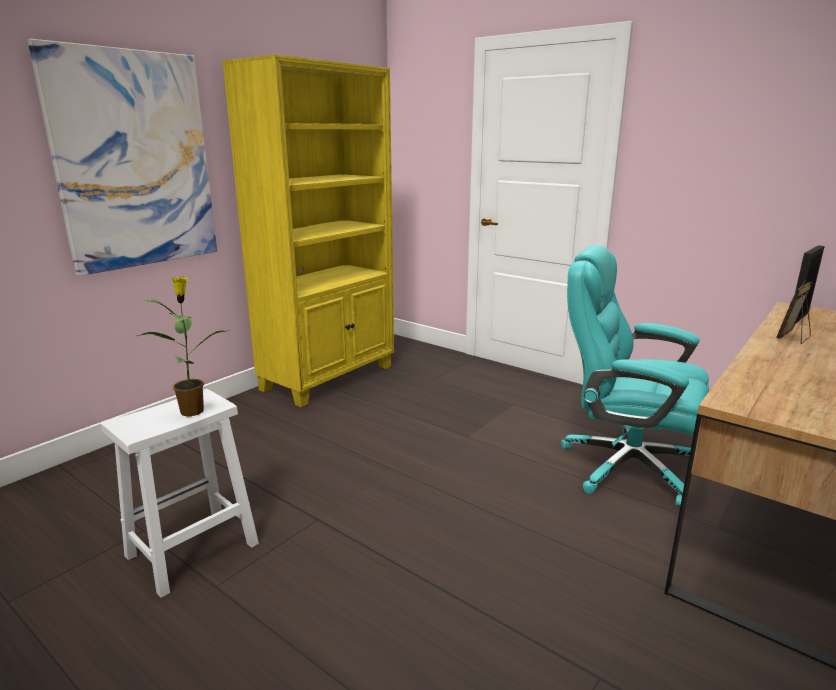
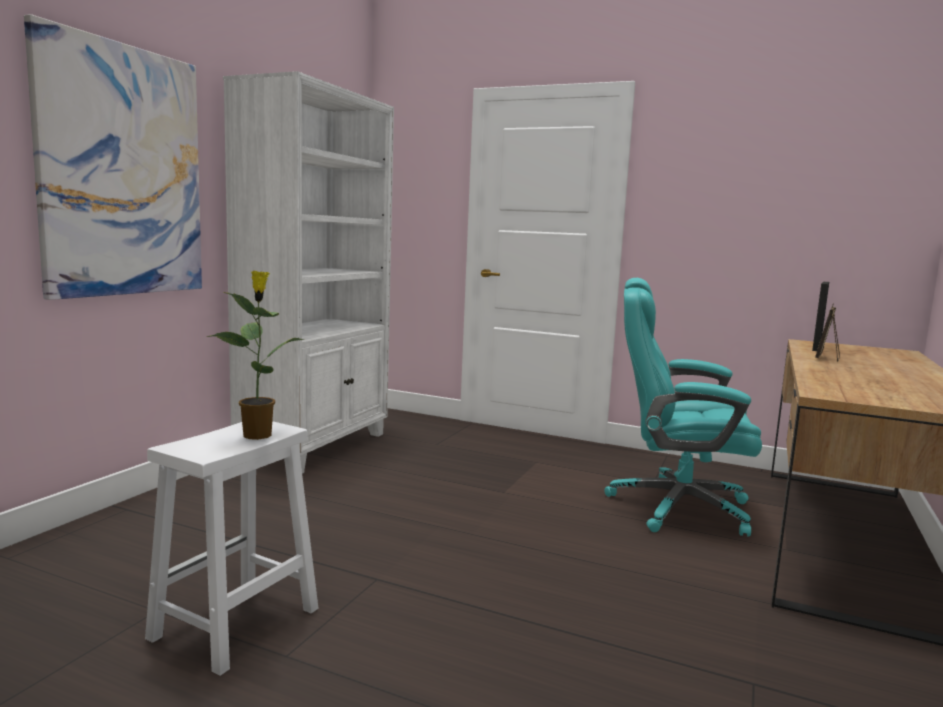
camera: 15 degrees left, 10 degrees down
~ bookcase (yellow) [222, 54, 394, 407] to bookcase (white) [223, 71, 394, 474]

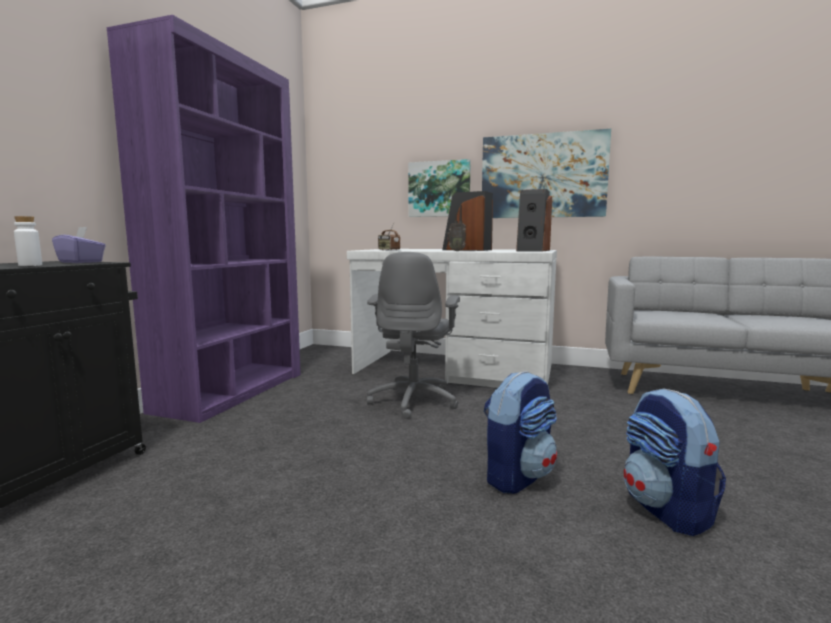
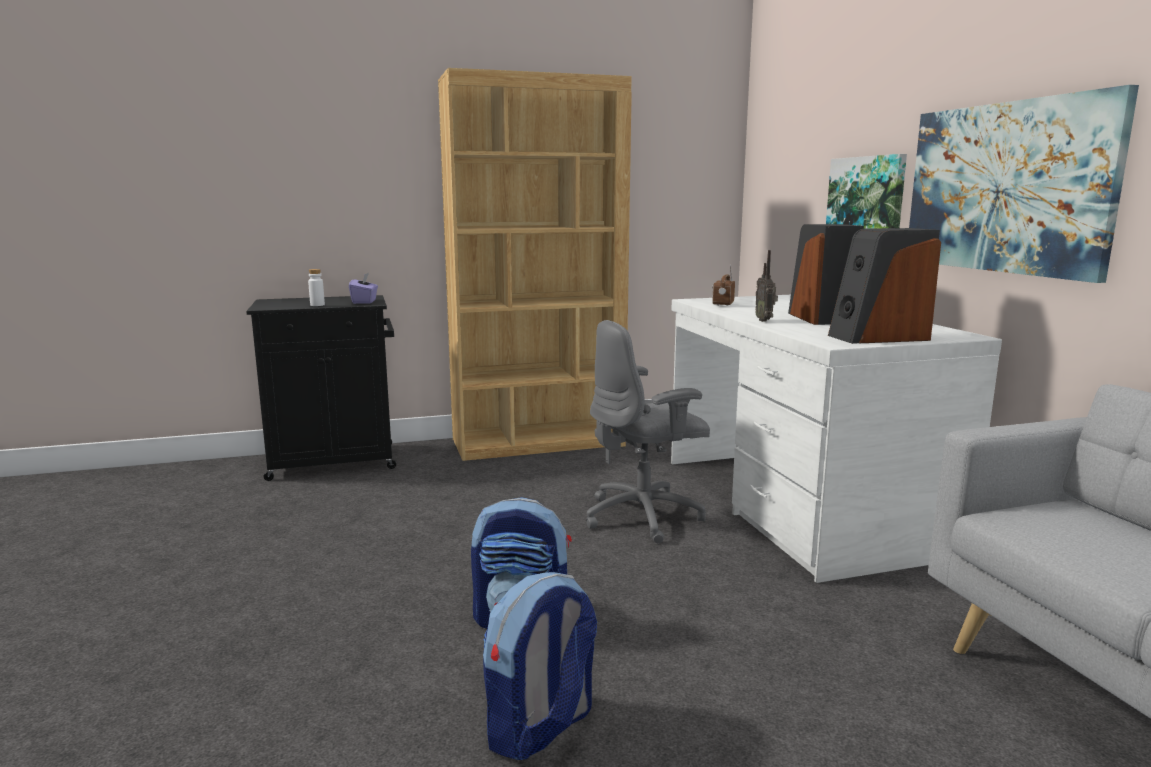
camera: 55 degrees right, 5 degrees up
~ bookcase (purple) [107, 15, 301, 423] to bookcase (brown) [438, 68, 632, 461]

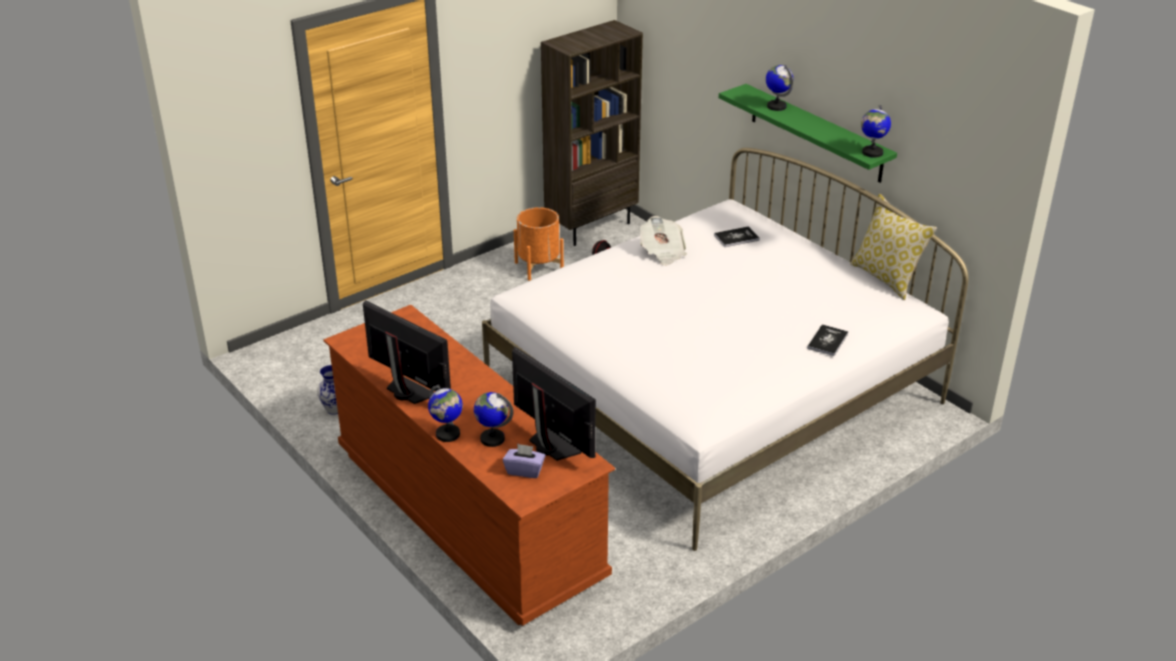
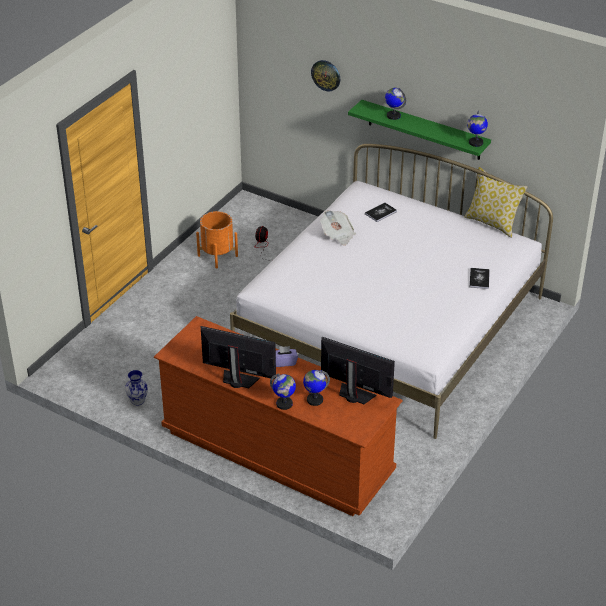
camera: 20 degrees left, 5 degrees up
~ tissue box (purple) [503, 443, 546, 478] to [276, 346, 298, 367]
- bookcase (brown) [541, 20, 643, 246]
+ wall clock [311, 60, 340, 91]

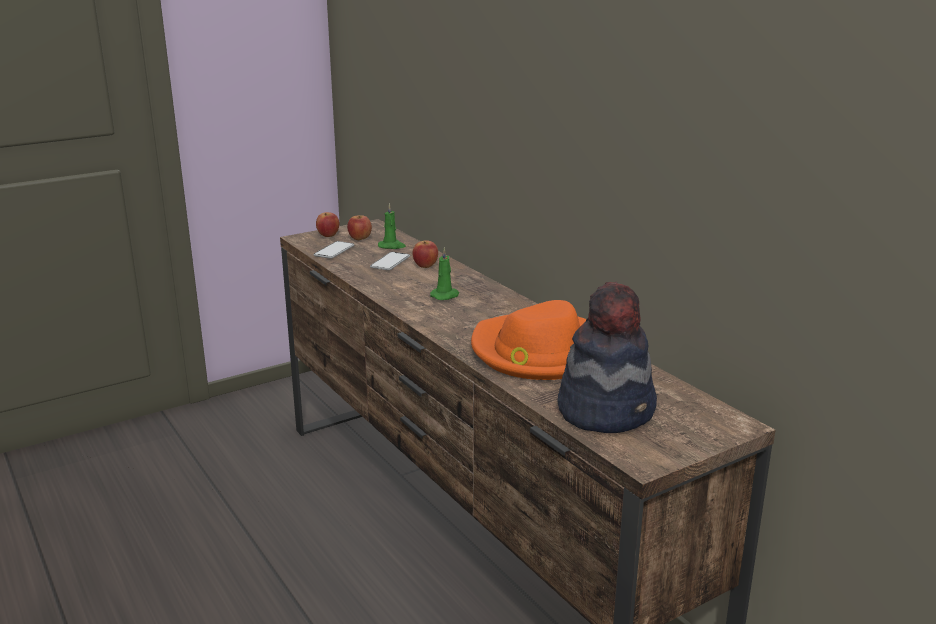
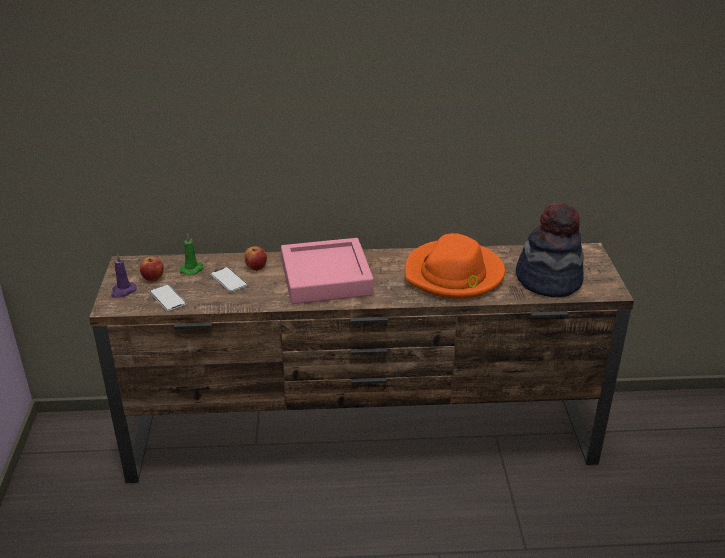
camera: 60 degrees left, 10 degrees up
~ apple [316, 212, 339, 237] to candle (purple) [111, 253, 137, 298]
~ candle (green) [430, 247, 459, 300] to tray (pink) [281, 238, 374, 304]

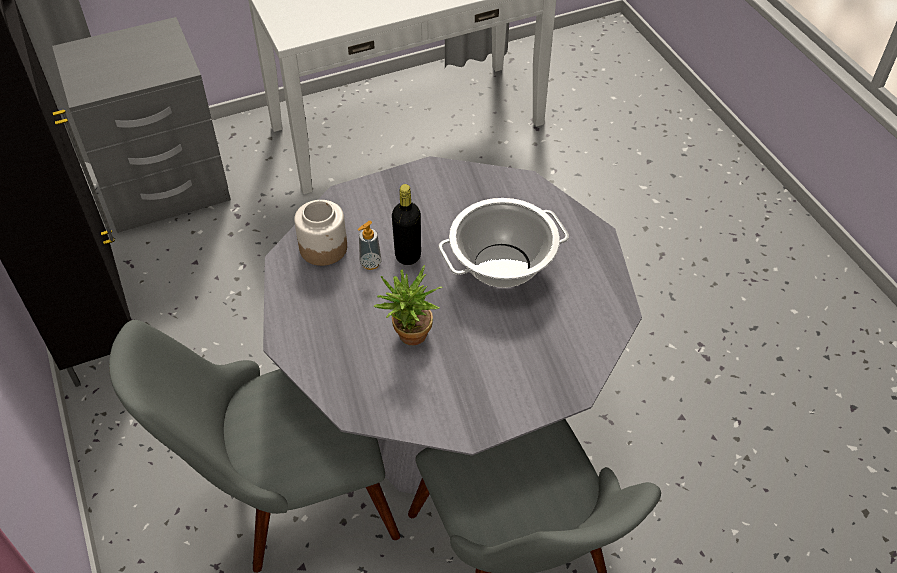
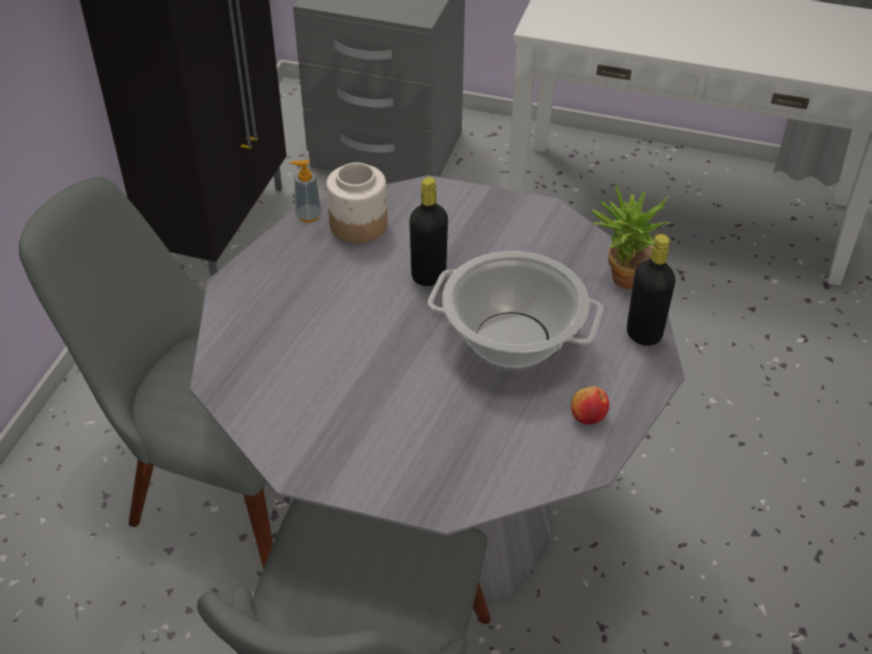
camera: 40 degrees right, 5 degrees down
~ soap dispenser [358, 221, 382, 270] to [290, 160, 322, 223]
~ potted plant [374, 265, 443, 345] to [591, 184, 670, 289]
+ apple [571, 386, 609, 425]
+ bottle (black) [627, 234, 675, 346]

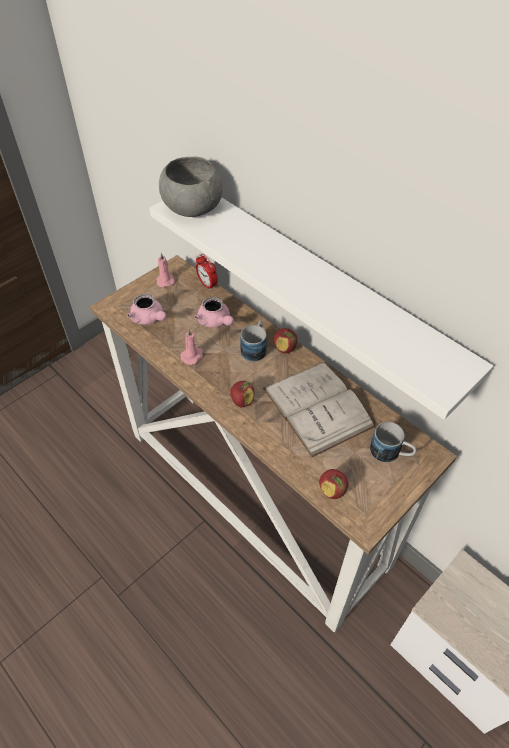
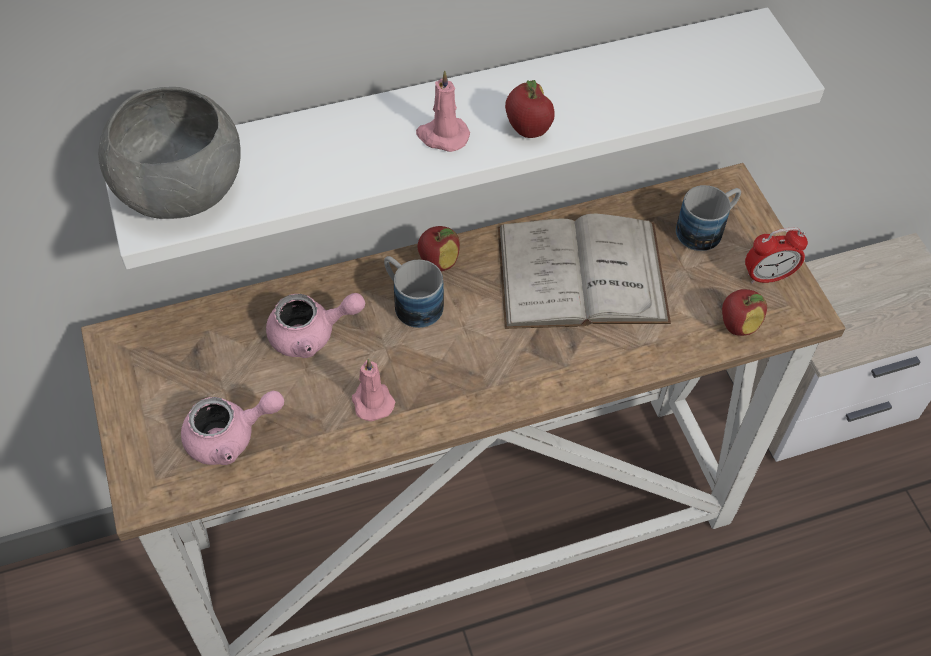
camera: 65 degrees left, 5 degrees up
~ candle (pink) [157, 253, 175, 287] to [416, 70, 470, 152]
~ alarm clock [196, 254, 218, 291] to [745, 227, 808, 284]
~ apple [230, 381, 254, 407] to [505, 80, 555, 138]

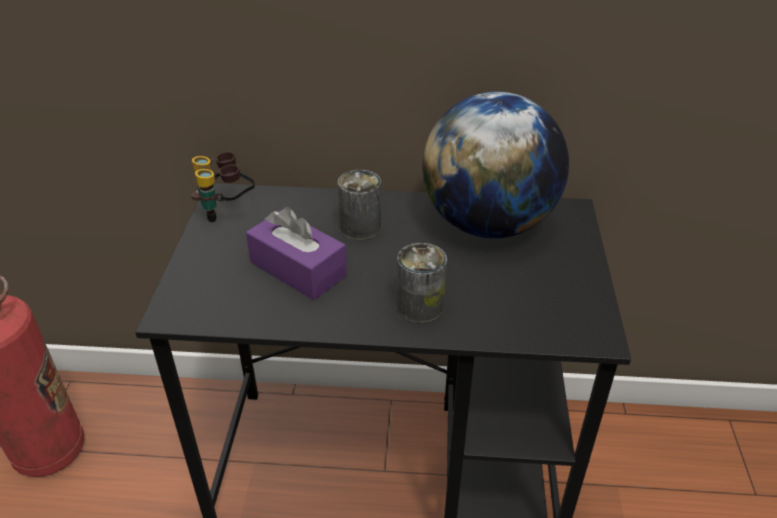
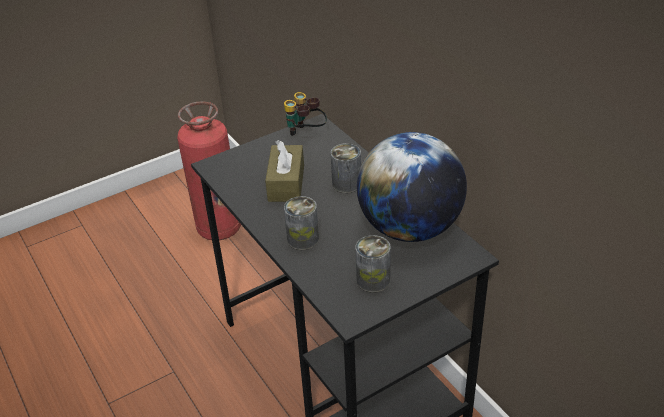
camera: 55 degrees right, 0 degrees up
~ tissue box (purple) [246, 207, 347, 300] to tissue box (brown) [265, 140, 304, 202]
+ can [355, 235, 391, 293]

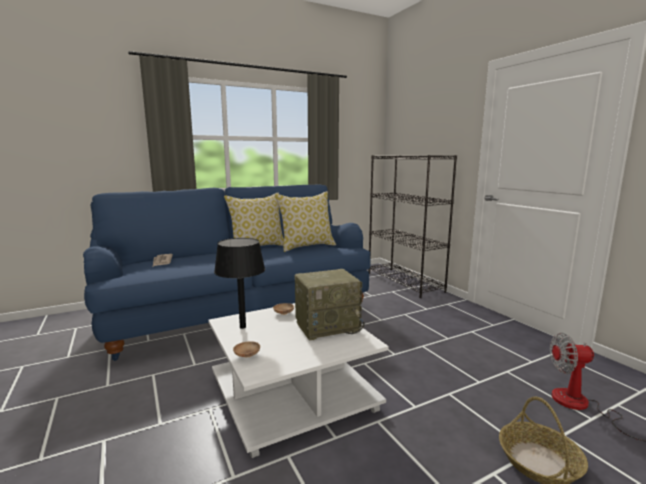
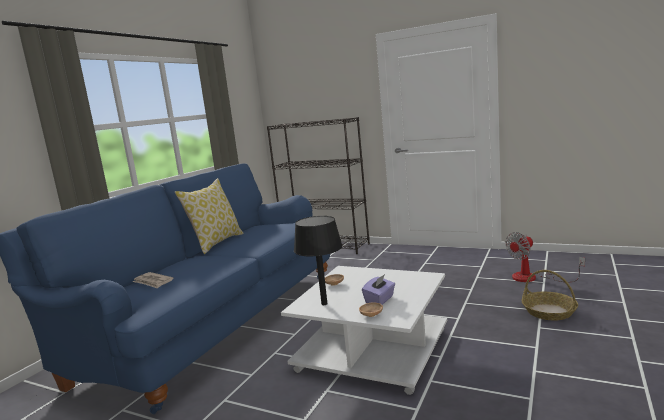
camera: 35 degrees left, 0 degrees up
- pillow [275, 191, 336, 252]
- radio [295, 269, 365, 340]
+ tissue box (purple) [362, 274, 395, 305]

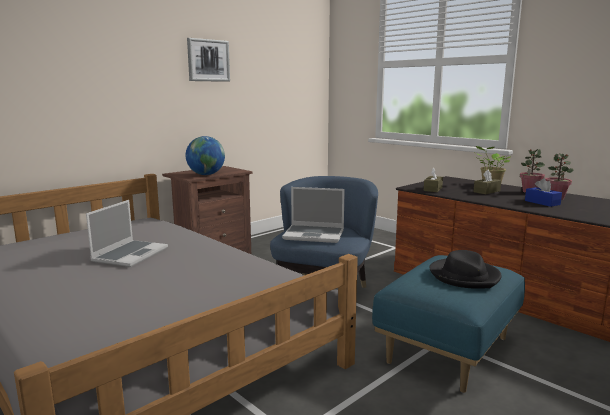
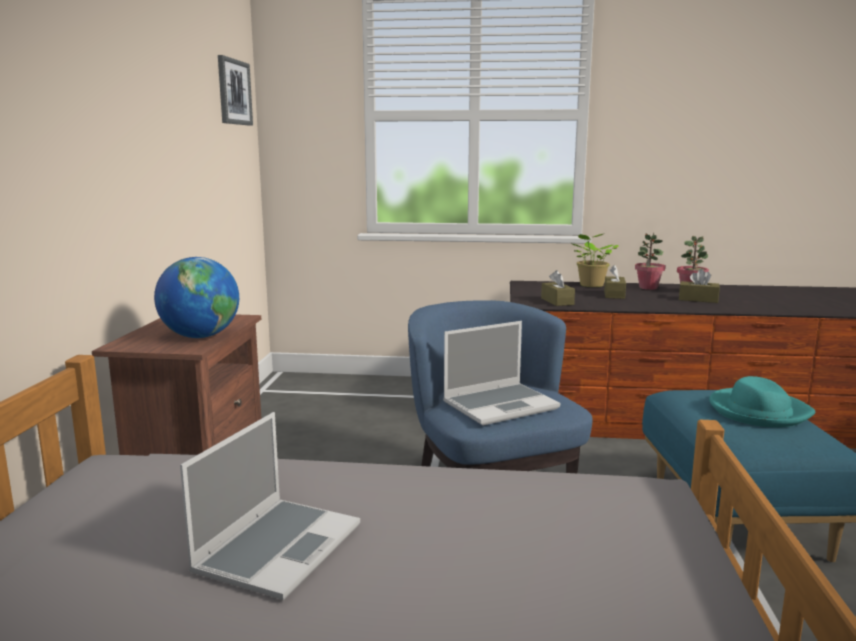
camera: 40 degrees left, 0 degrees up
~ laptop [86, 200, 168, 267] = [180, 412, 360, 600] 45 degrees clockwise
~ picture [187, 38, 230, 82] to [218, 55, 253, 126]
~ hat (black) [429, 250, 502, 289] to hat (turquoise) [709, 376, 815, 427]
~ tissue box (blue) [525, 178, 562, 207] to tissue box (brown) [679, 269, 720, 303]

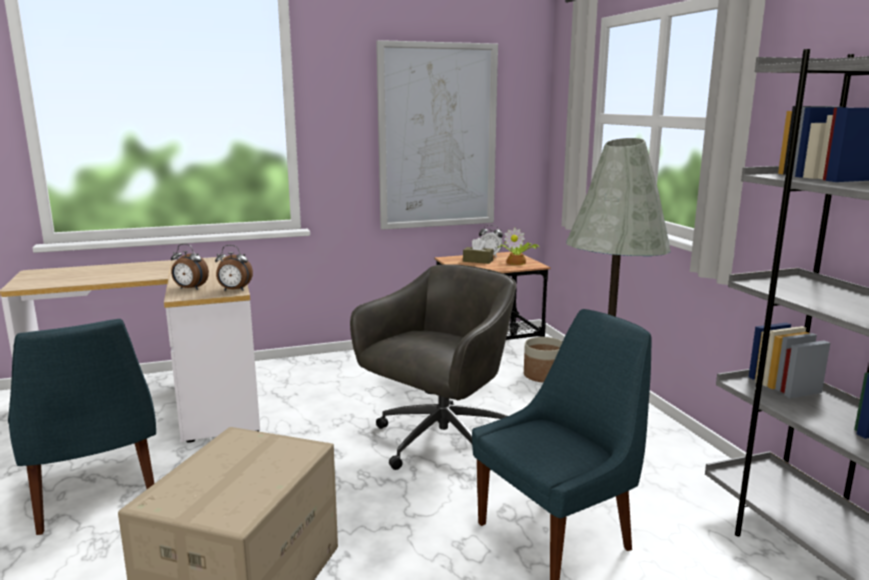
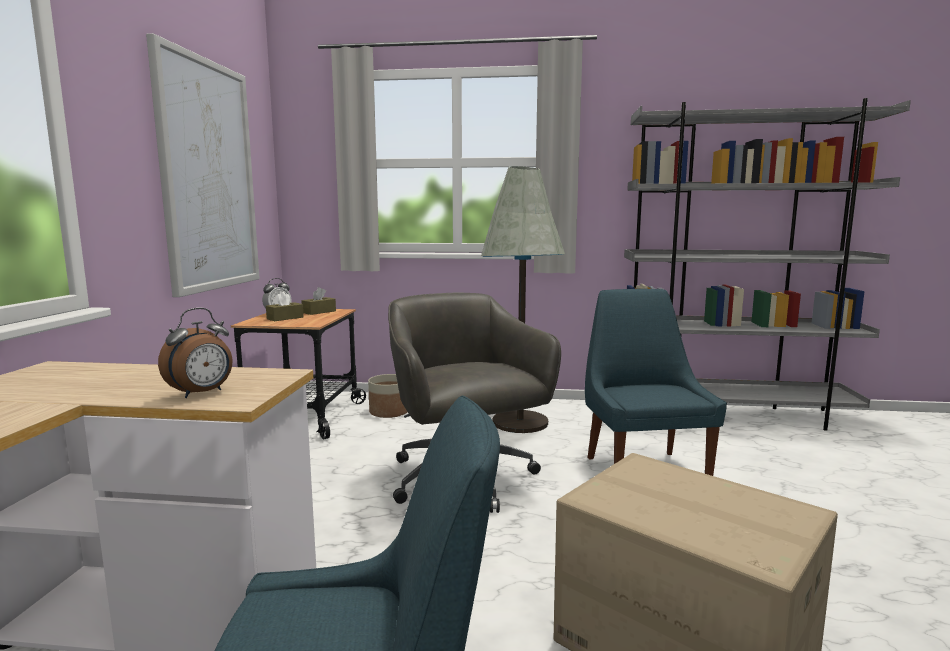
camera: 65 degrees left, 5 degrees down
- alarm clock [215, 245, 253, 291]
~ potted plant [498, 227, 539, 265] to tissue box (brown) [301, 287, 336, 315]

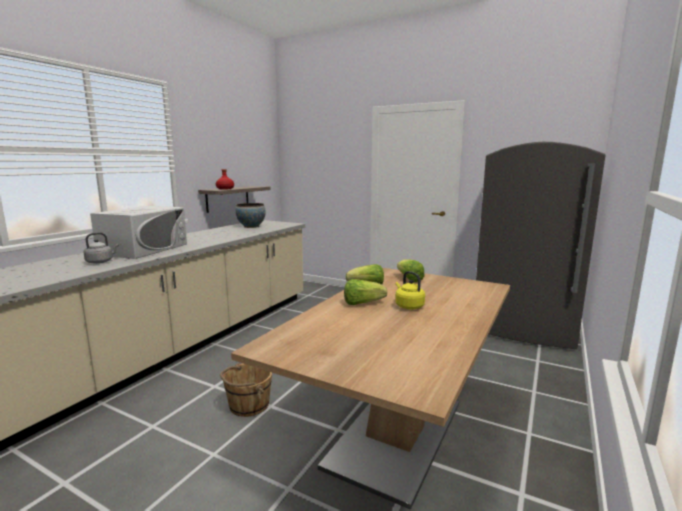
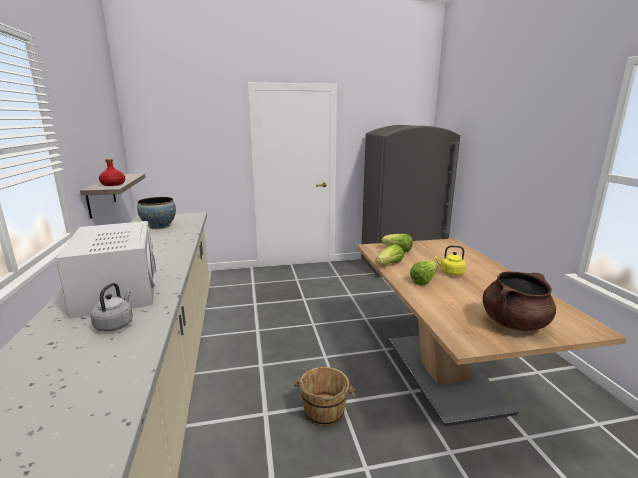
camera: 40 degrees left, 5 degrees up
+ cooking pot (brown) [483, 272, 556, 331]

